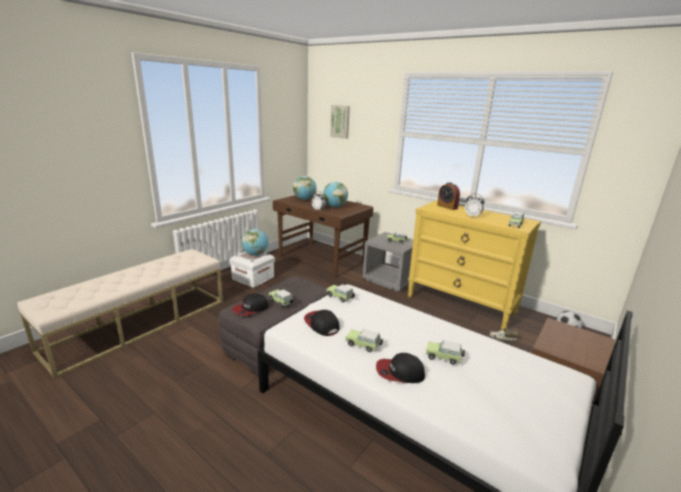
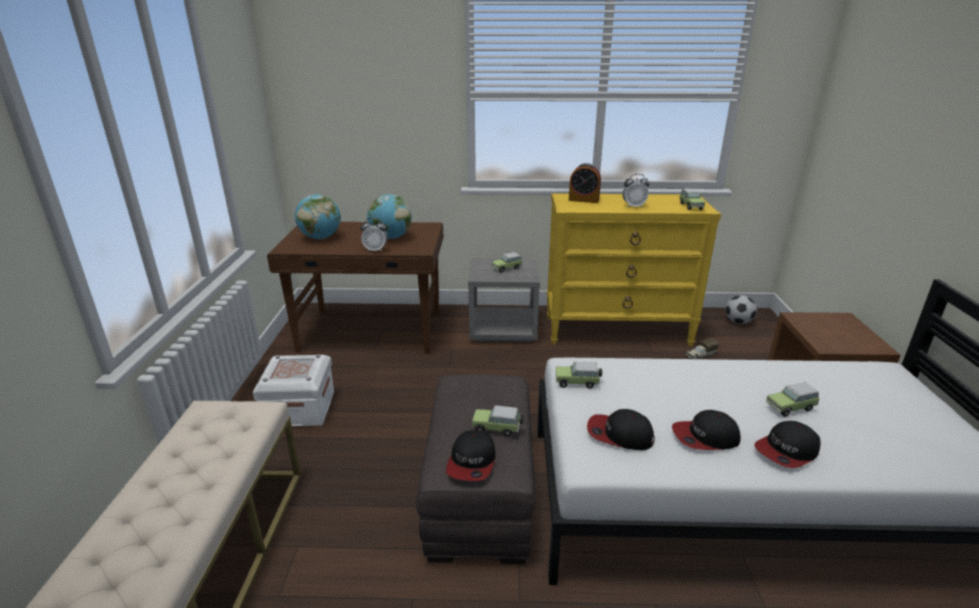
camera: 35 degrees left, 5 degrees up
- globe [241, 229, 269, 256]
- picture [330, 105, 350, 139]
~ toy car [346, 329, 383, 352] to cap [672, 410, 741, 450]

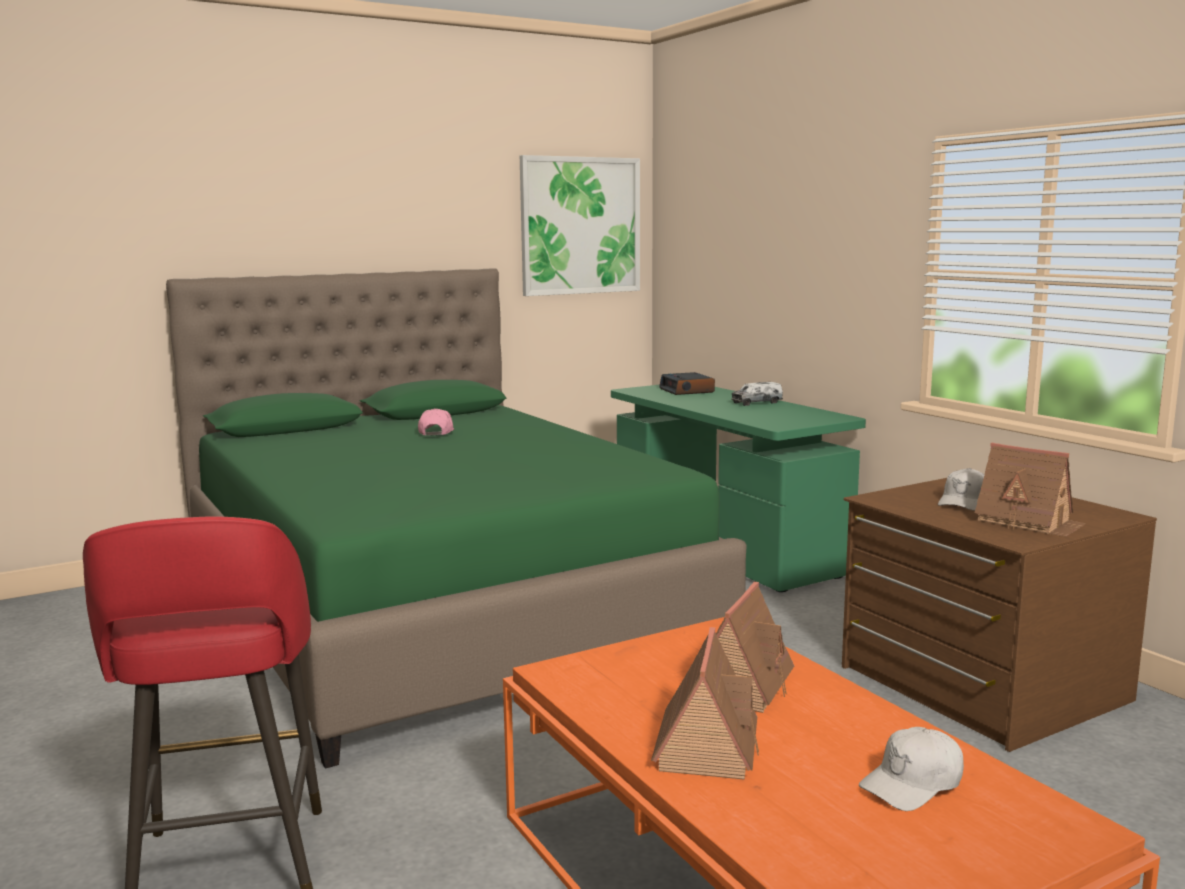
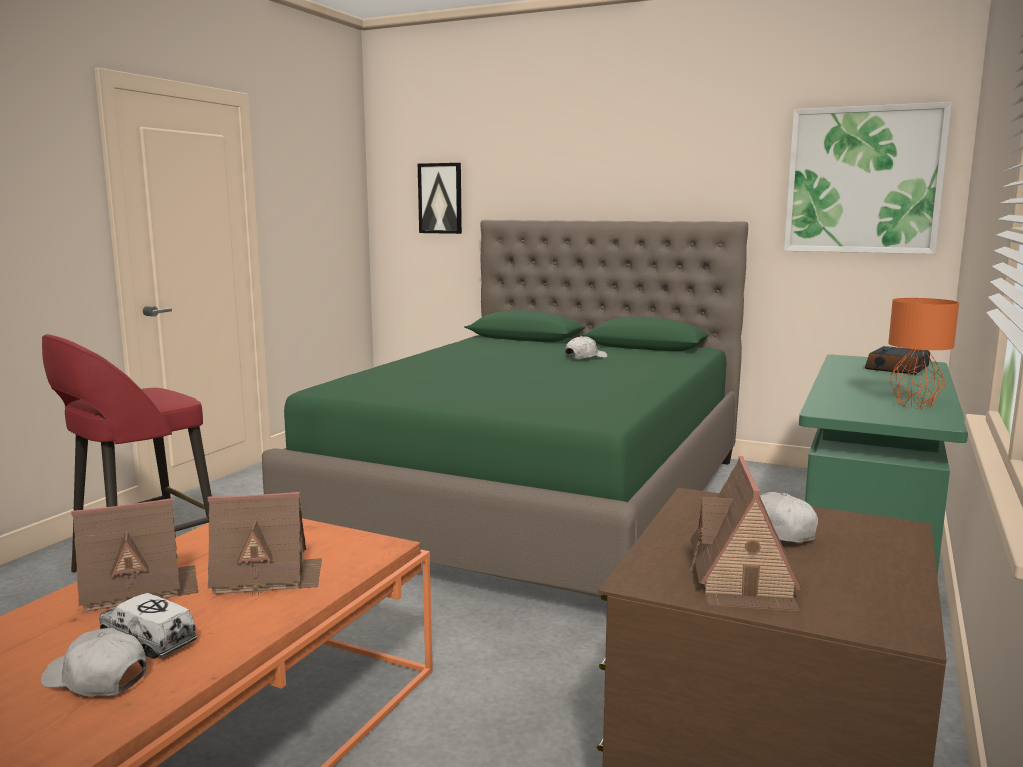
camera: 55 degrees right, 0 degrees up
~ cap (pink) [418, 408, 454, 436] to cap (white) [565, 336, 607, 359]
~ toy truck [731, 382, 783, 406] to [99, 593, 197, 659]
+ picture [418, 163, 462, 234]
+ table lamp (orange) [888, 298, 959, 408]

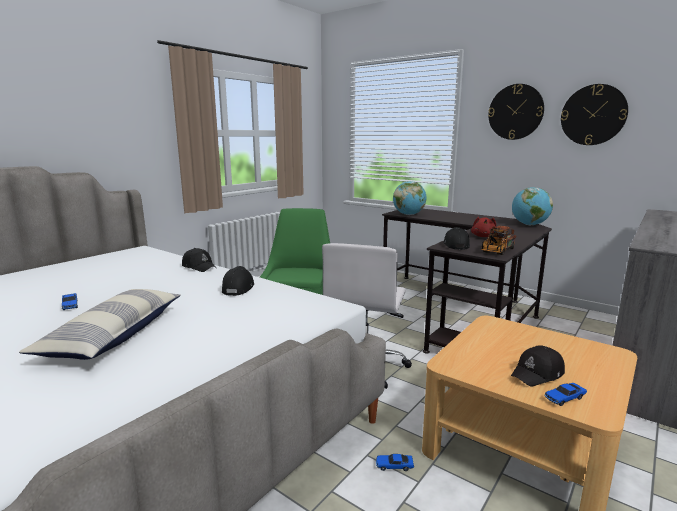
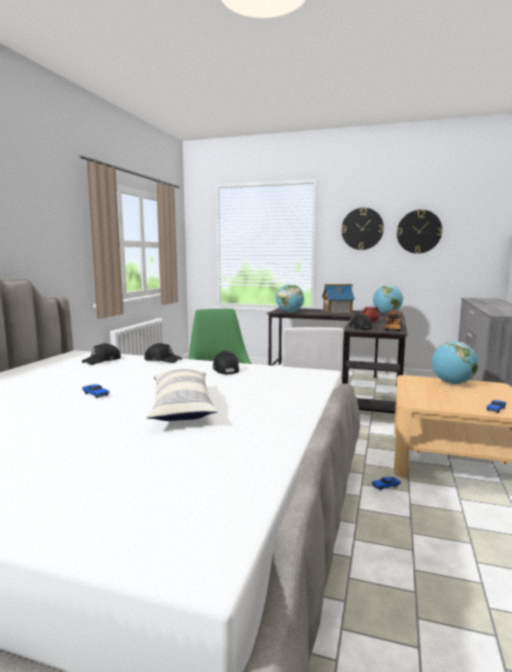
camera: 20 degrees left, 5 degrees down
~ cap (black) [511, 345, 565, 387] to [82, 343, 121, 365]
+ toy house [322, 284, 355, 314]
+ globe [432, 341, 478, 384]

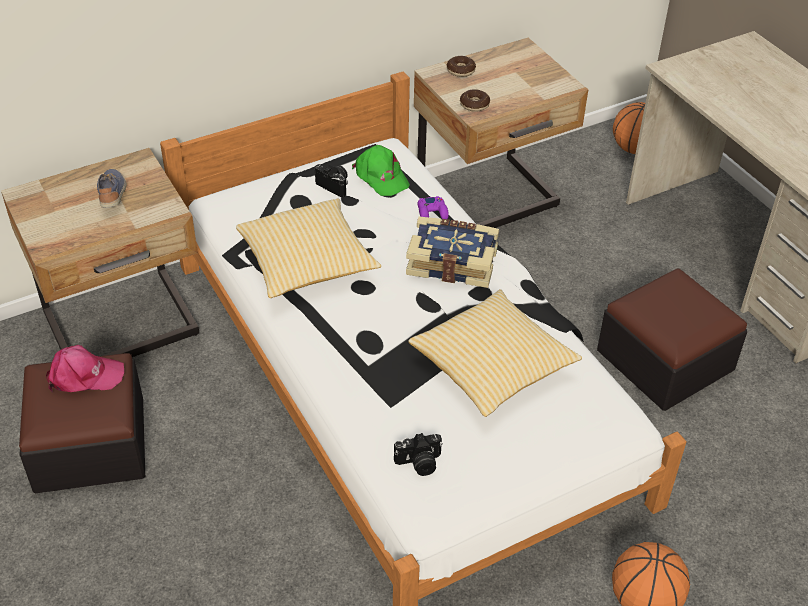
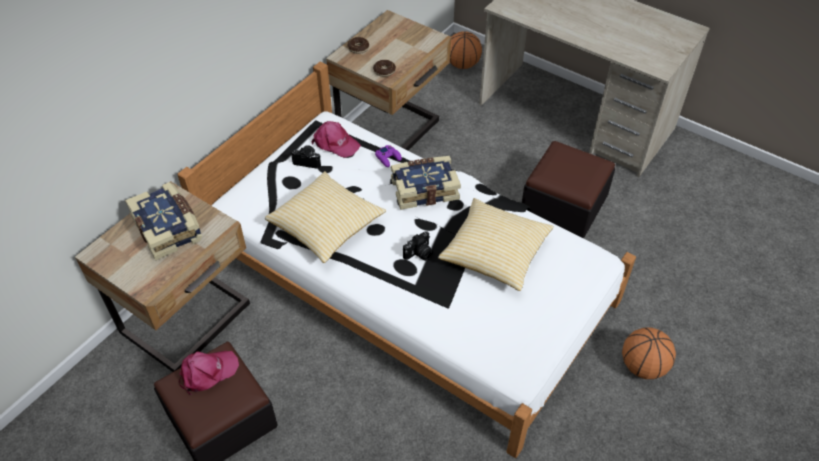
camera: 25 degrees left, 5 degrees up
~ shoe [97, 169, 127, 208] to book [125, 182, 202, 260]
~ cap (green) [352, 145, 410, 196] to cap (pink) [311, 121, 361, 158]
~ photo camera [394, 433, 443, 476] to [403, 231, 433, 261]

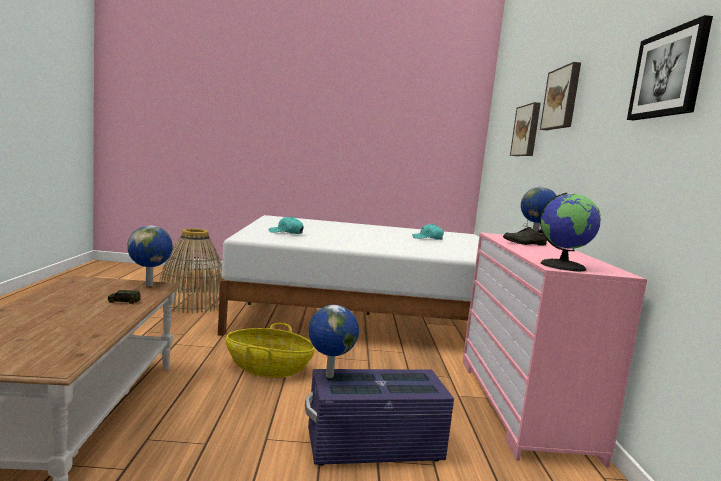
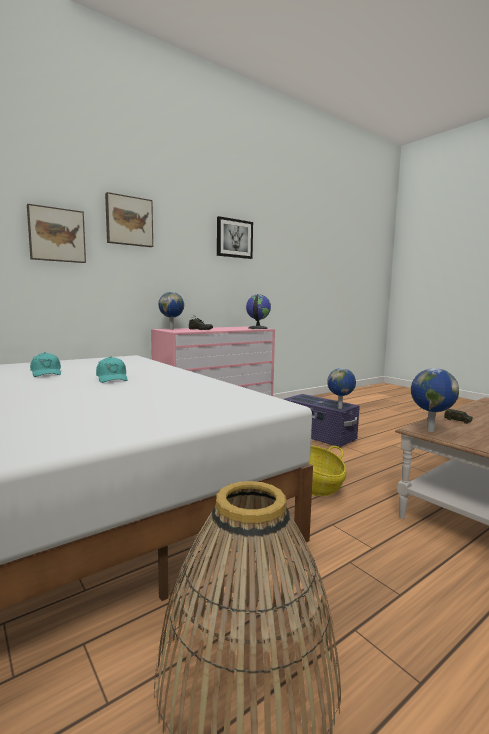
camera: 125 degrees left, 0 degrees up
~ cap (turquoise) [269, 217, 304, 234] to [96, 357, 128, 383]

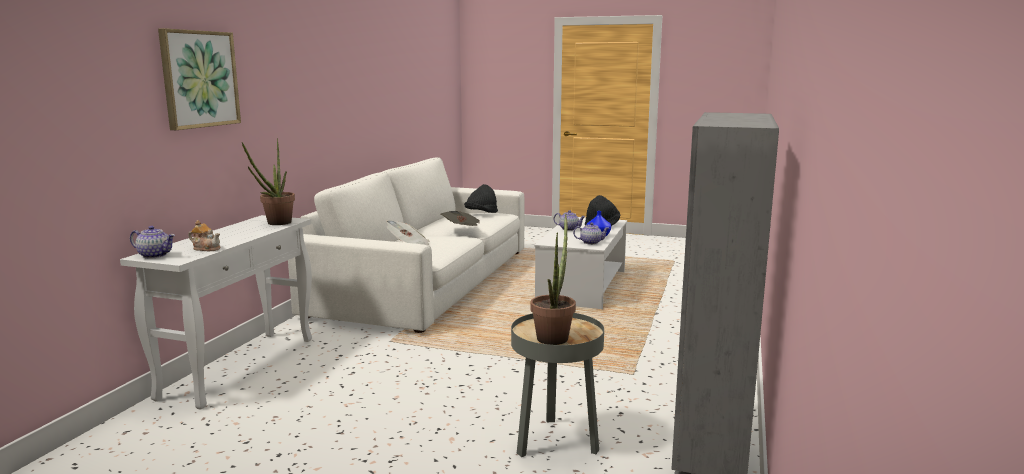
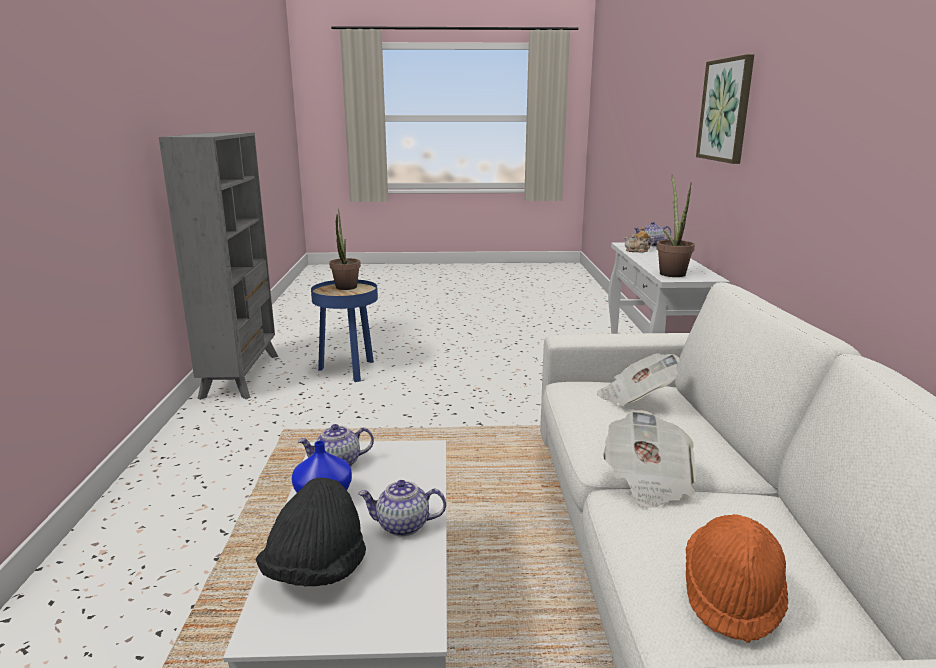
camera: 160 degrees right, 5 degrees up
~ hat (black) [464, 184, 498, 213] to hat (orange) [686, 514, 788, 643]
~ side table (grey) [511, 313, 604, 457] to side table (blue) [311, 280, 378, 382]

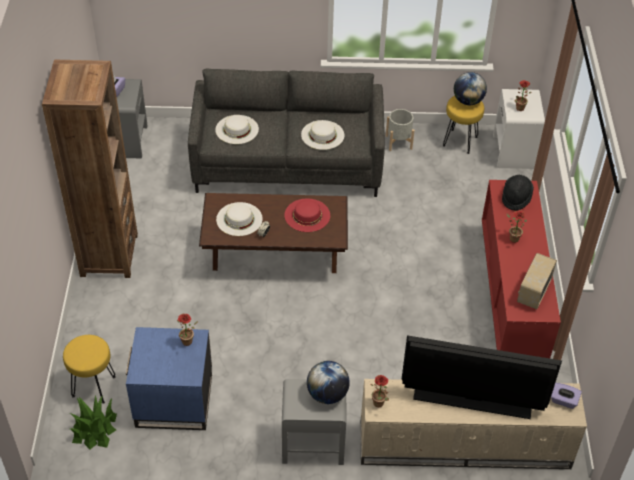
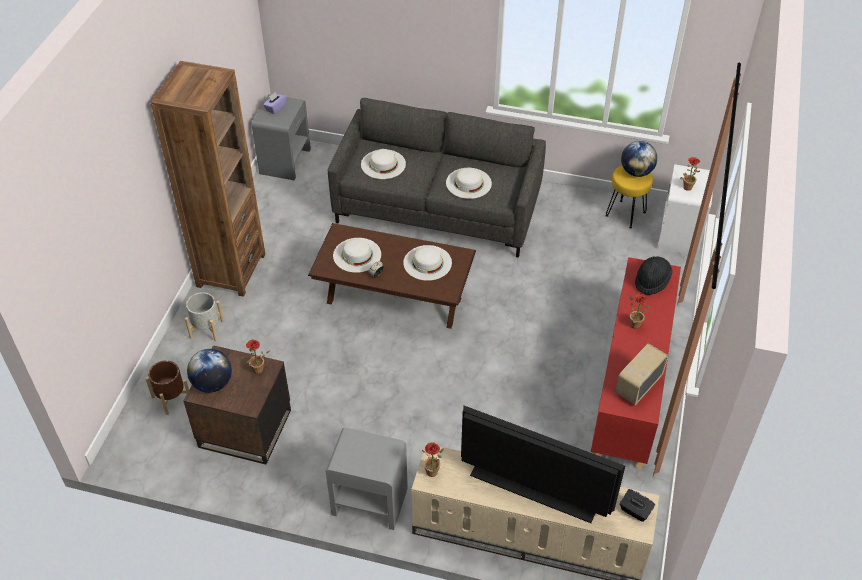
camera: 15 degrees right, 0 degrees up
~ stool (yellow) [63, 335, 116, 404] to planter (brown) [145, 360, 189, 415]
- potted plant [70, 395, 117, 450]
~ side table (blue) [126, 327, 212, 430] to side table (brown) [183, 345, 291, 464]
~ hat (red) [284, 199, 330, 232] to hat (white) [403, 245, 452, 281]
~ globe [307, 361, 350, 404] to [187, 349, 232, 393]
~ planter (grey) [386, 109, 415, 151] to [185, 292, 224, 342]
~ tissue box (purple) [551, 383, 582, 409] to tissue box (black) [620, 489, 655, 522]

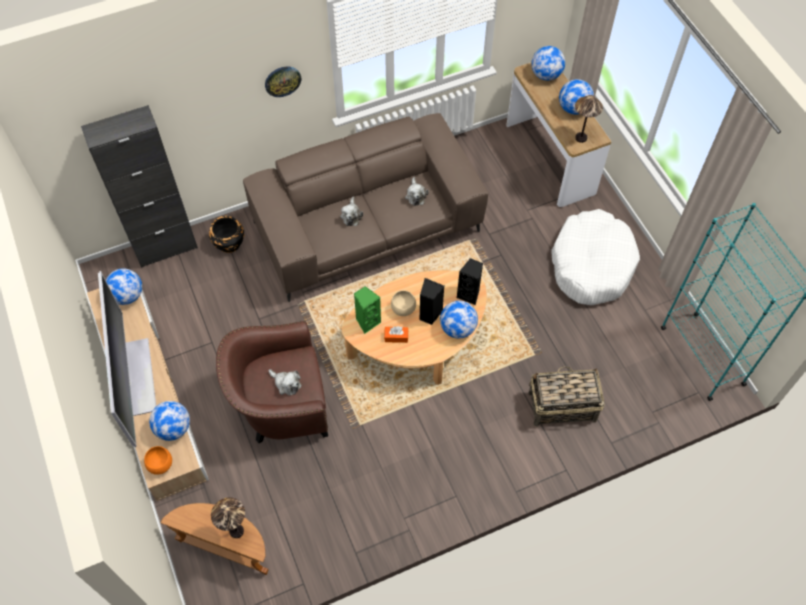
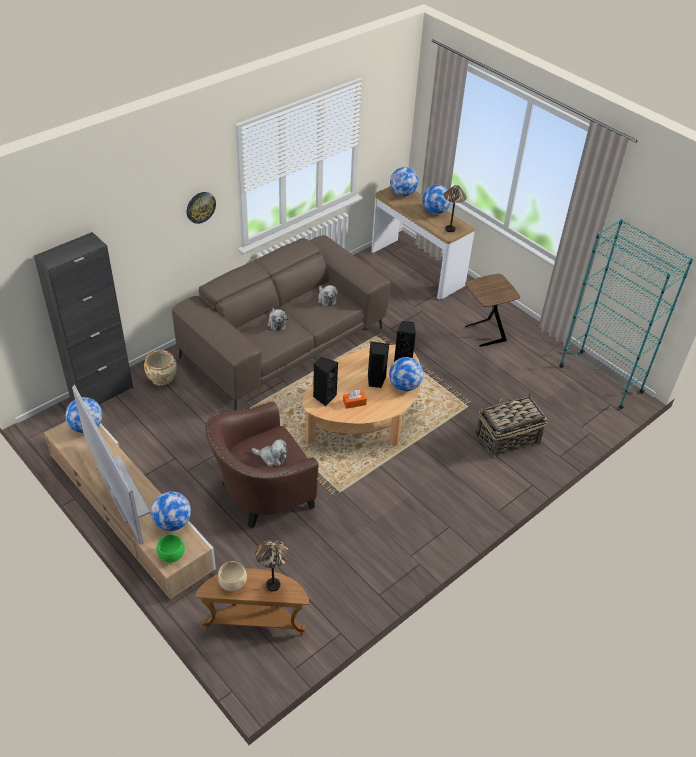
camera: 20 degrees left, 15 degrees down
~ bowl (orange) [144, 446, 172, 475] to bowl (green) [157, 534, 185, 563]
~ planter (black) [209, 216, 245, 253] to planter (beige) [144, 350, 177, 386]
~ speaker (green) [354, 286, 381, 334] to speaker (black) [313, 357, 338, 406]
~ bowl (beige) [391, 290, 416, 316] to [218, 561, 247, 591]
~ dog bed (white) [551, 209, 640, 305] to side table (brown) [465, 274, 520, 347]

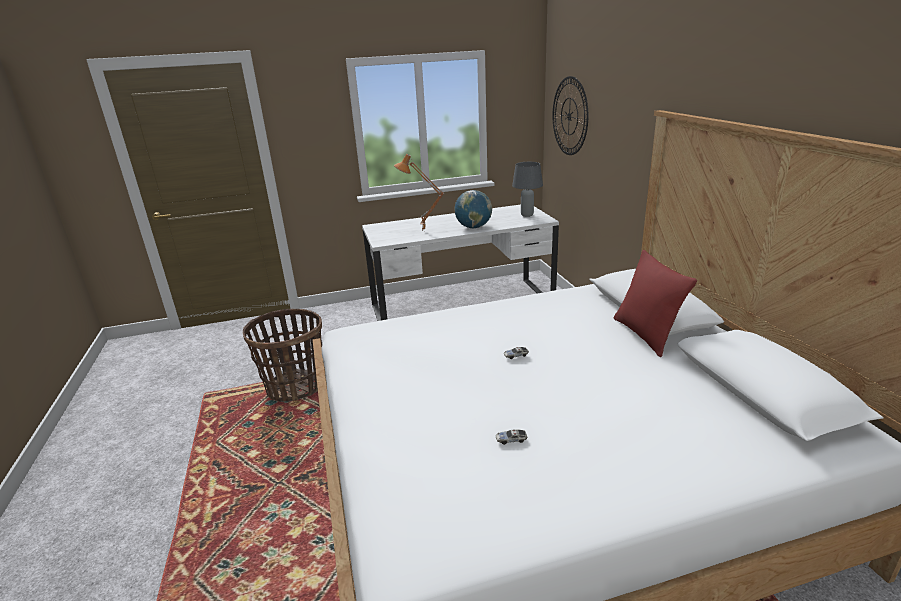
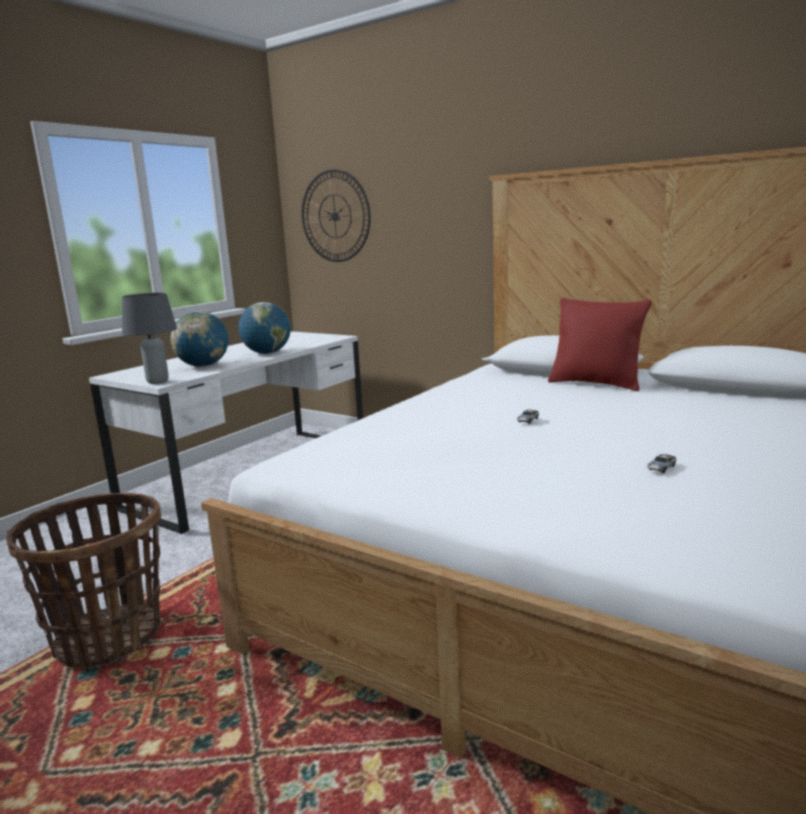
camera: 40 degrees left, 10 degrees down
~ table lamp (orange) [394, 154, 444, 230] to globe [171, 311, 228, 367]
~ table lamp (grey) [512, 162, 543, 217] to [122, 292, 177, 384]

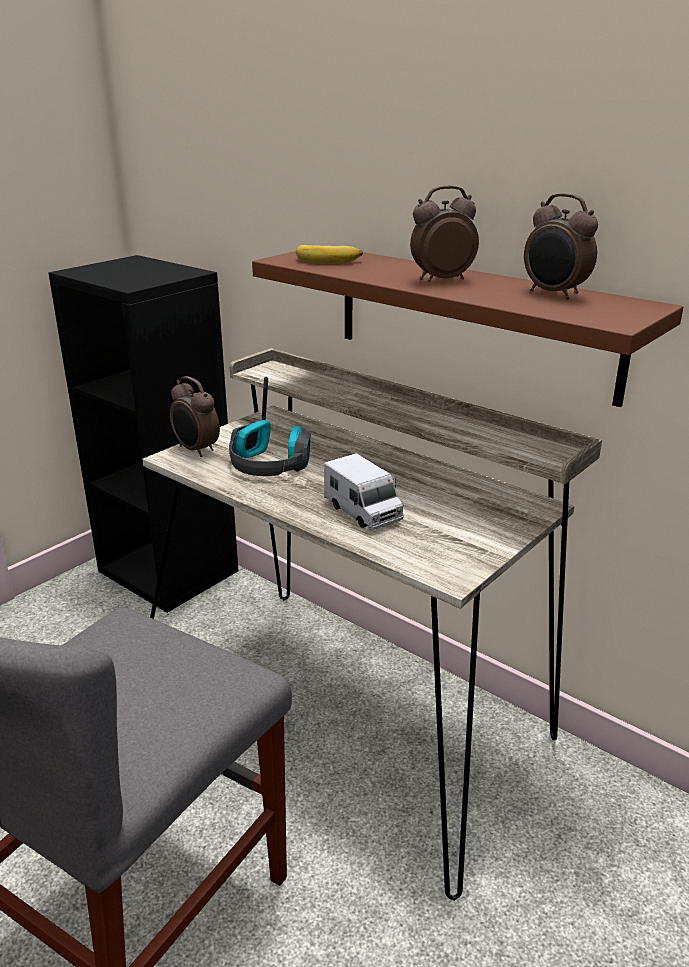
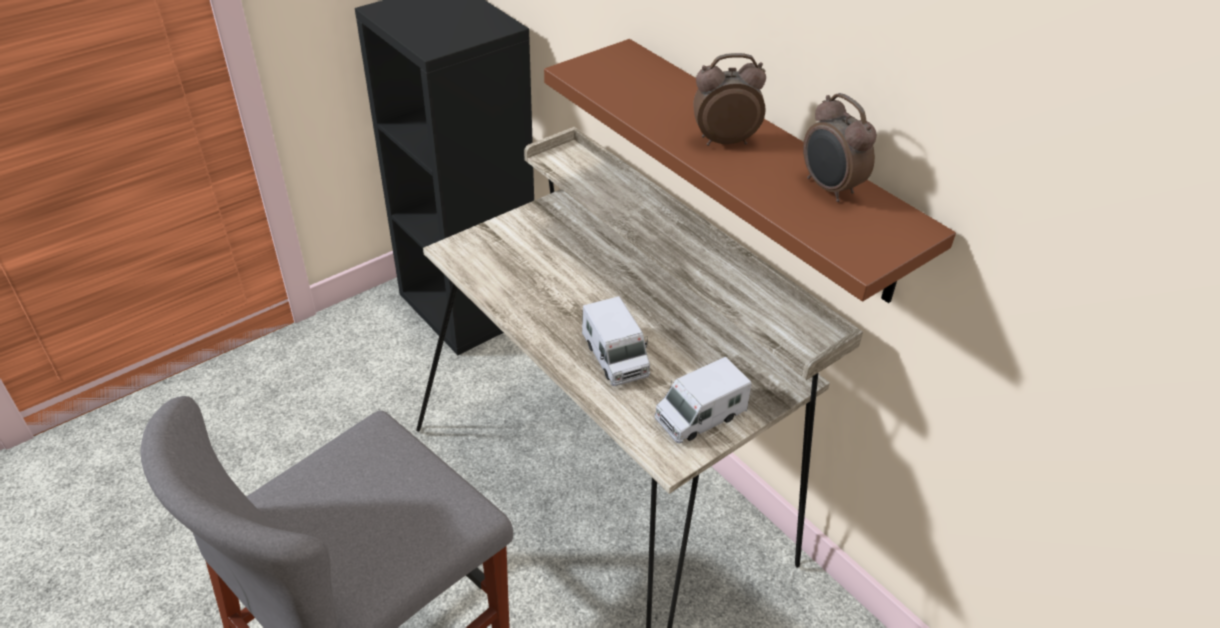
camera: 10 degrees right, 15 degrees up
- alarm clock [170, 376, 220, 457]
- headphones [229, 377, 311, 476]
- banana [296, 245, 363, 263]
+ toy truck [655, 357, 751, 443]

